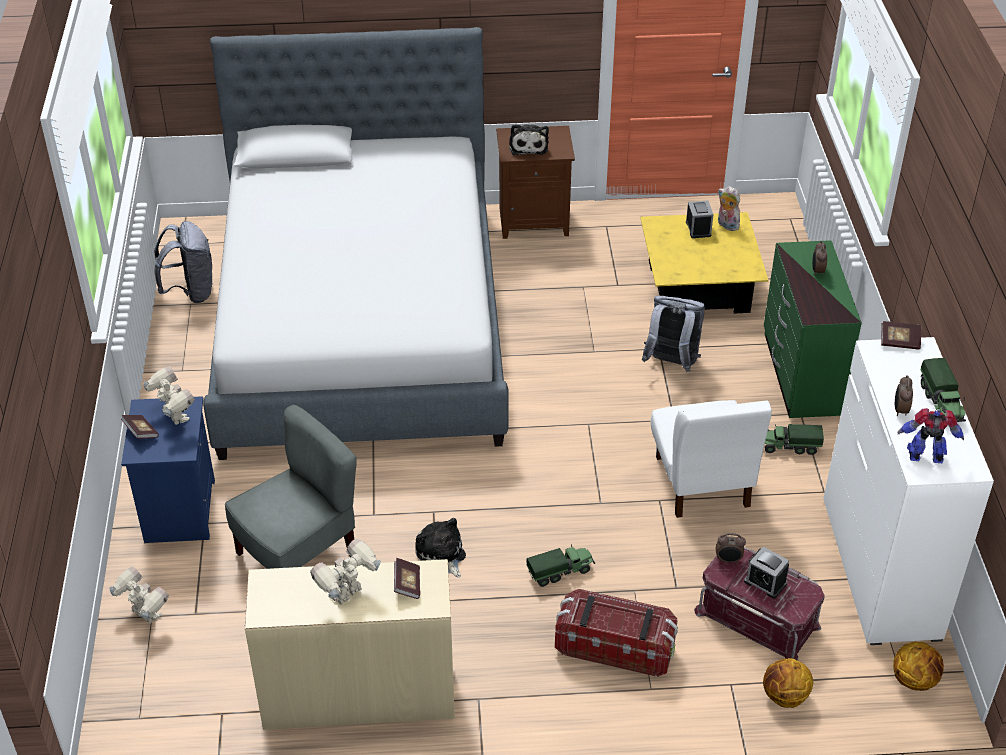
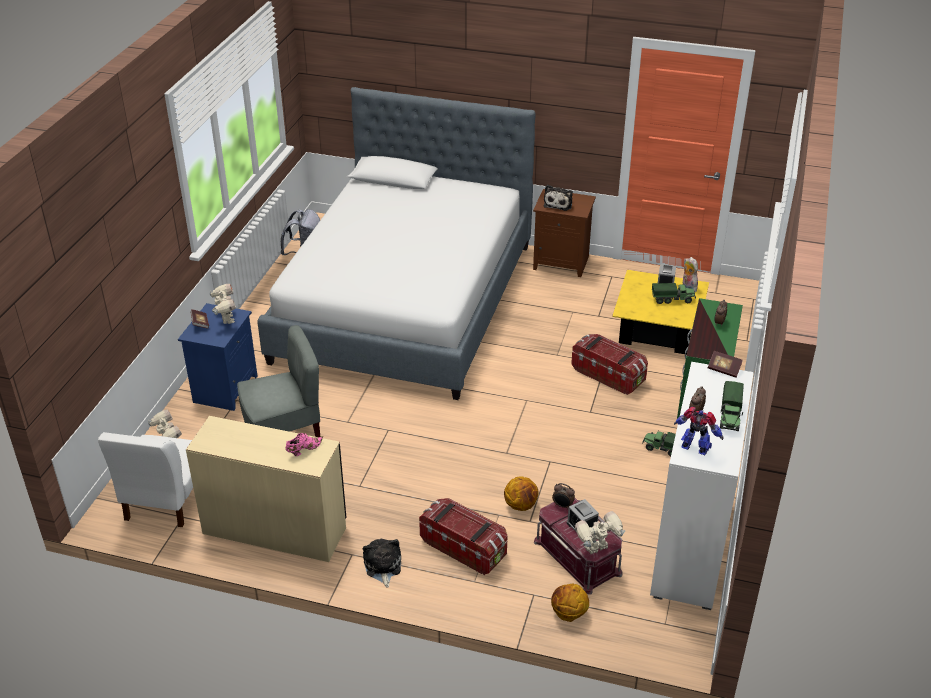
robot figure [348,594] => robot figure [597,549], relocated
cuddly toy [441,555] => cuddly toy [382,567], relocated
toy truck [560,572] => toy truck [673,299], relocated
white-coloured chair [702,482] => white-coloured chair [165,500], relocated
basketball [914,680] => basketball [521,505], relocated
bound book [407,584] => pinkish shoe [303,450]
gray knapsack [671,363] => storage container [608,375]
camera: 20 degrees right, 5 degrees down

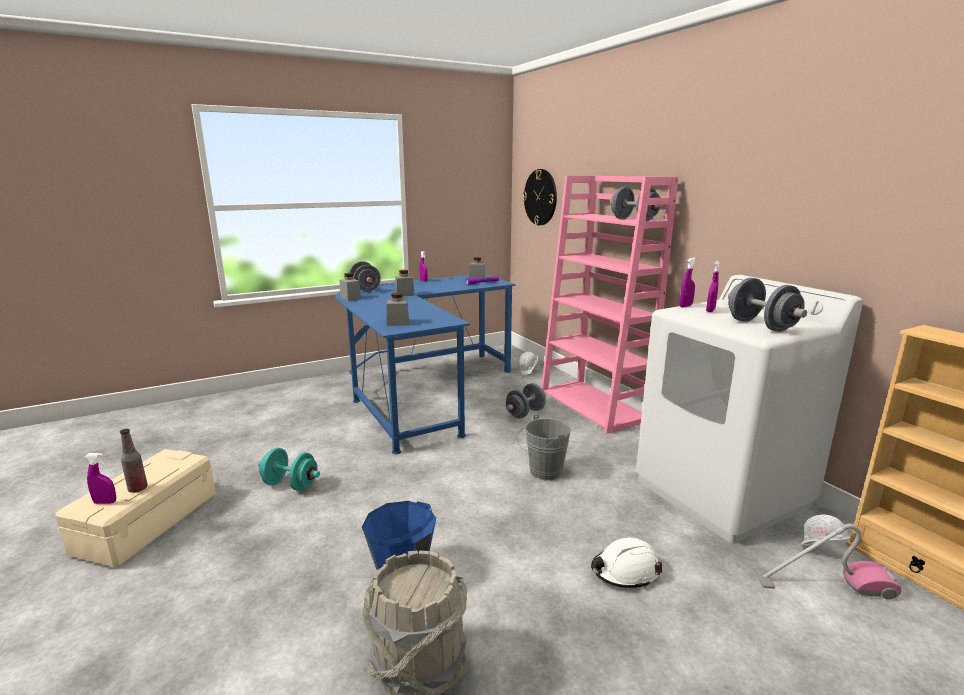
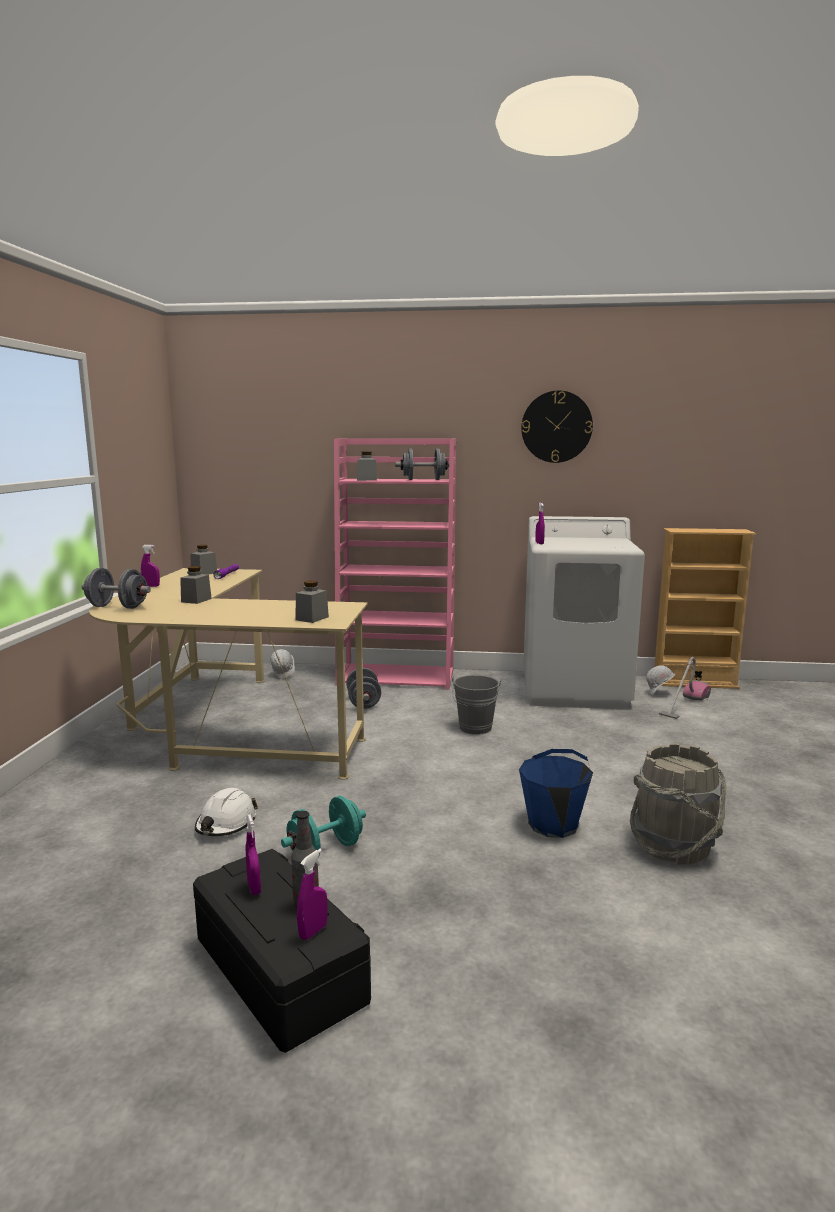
gray hand weight [761,326] => nothing
gray preserve jar [350,298] => gray preserve jar [367,480], relocated
wall clock [540,197] => wall clock [556,427], relocated
white-coloured work helmet [625,571] => white-coloured work helmet [226,824], relocated
purple-coloured spray bottle [710,310] => purple-coloured spray bottle [254,888], relocated
sand-coloured storage container [148,522] => blackish storage container [277,971]
blue desk table [421,391] => sand-coloured desk table [222,729]
camera: 55 degrees left, 5 degrees down

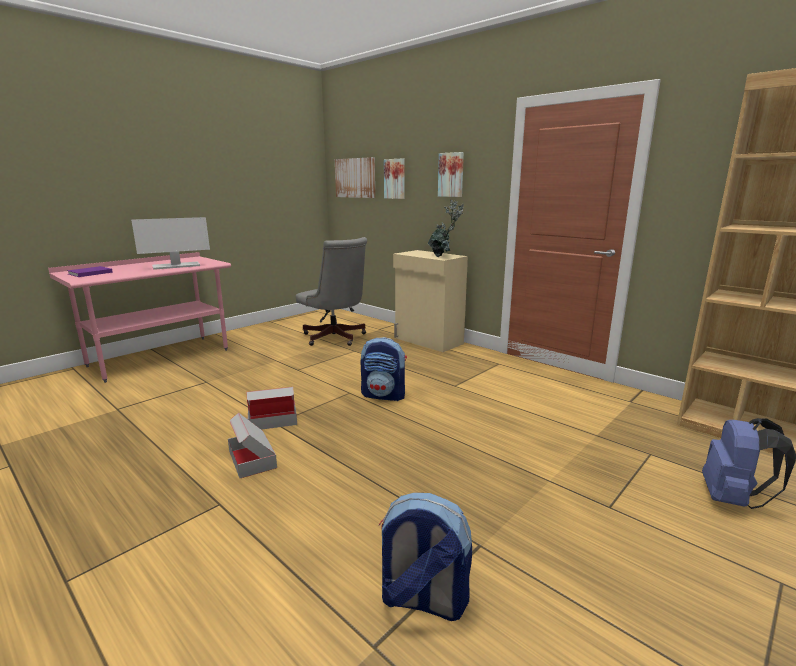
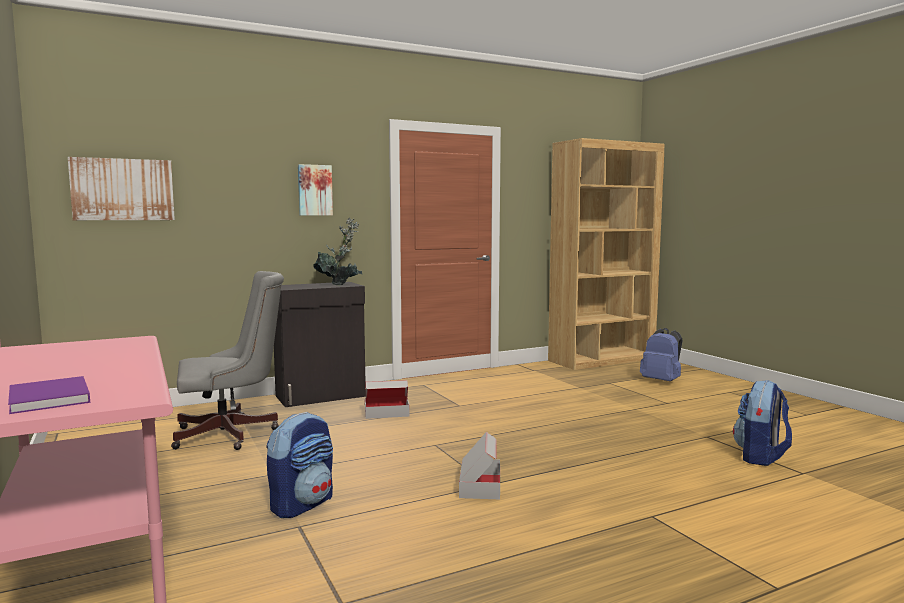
monitor [176,266] => nothing
picture [395,179] => nothing
carton [252,459] => carton [387,413], relocated
knapsack [384,395] => knapsack [302,504], relocated
sand-coloured storage cabinet [428,341] => blackish storage cabinet [321,396]
camera: 70 degrees left, 10 degrees down

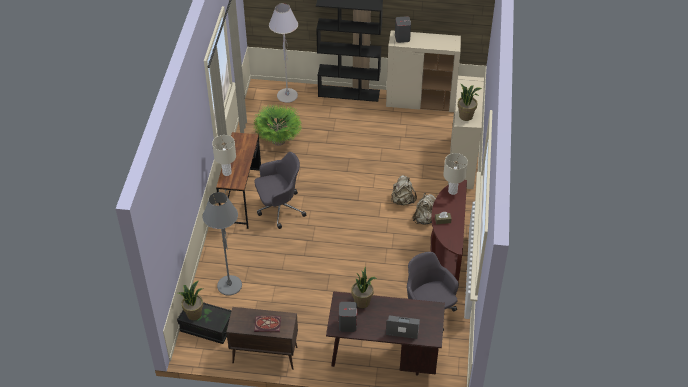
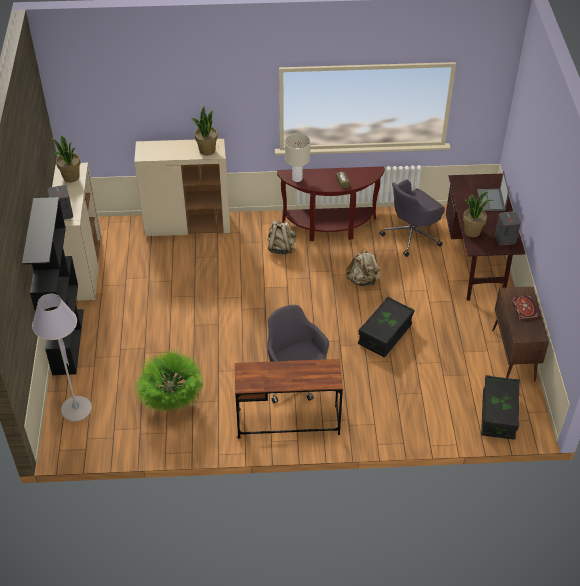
gray floor lamp [229,285] => nothing
sand-coloured lamp for a table [226,172] => nothing
nothing => blackish storage container [385,335]
houseplant [194,314] => houseplant [70,177], relocated
sand-coloured knapsack [402,200] => sand-coloured knapsack [363,280], relocated
camera: 100 degrees left, 0 degrees up

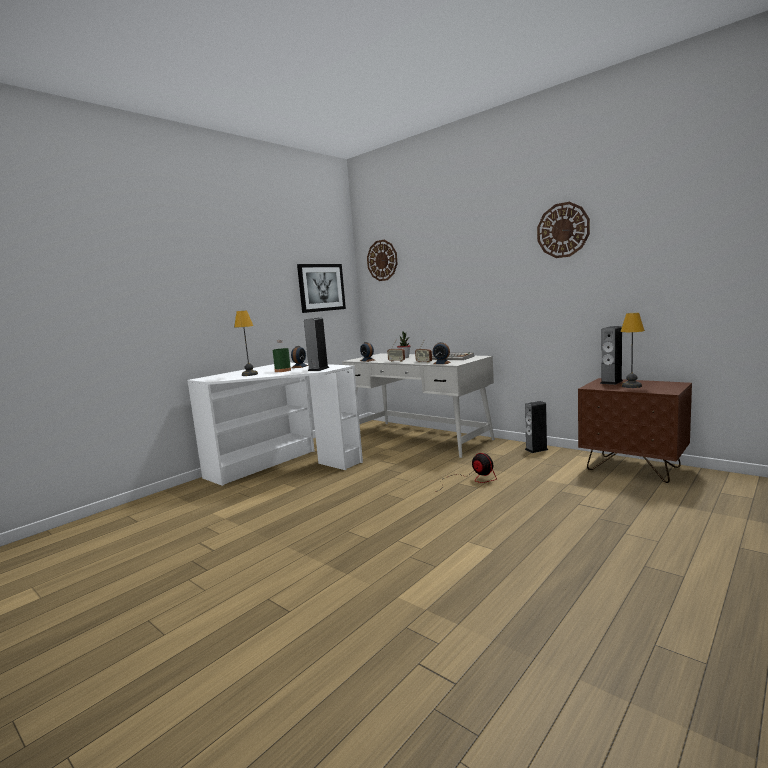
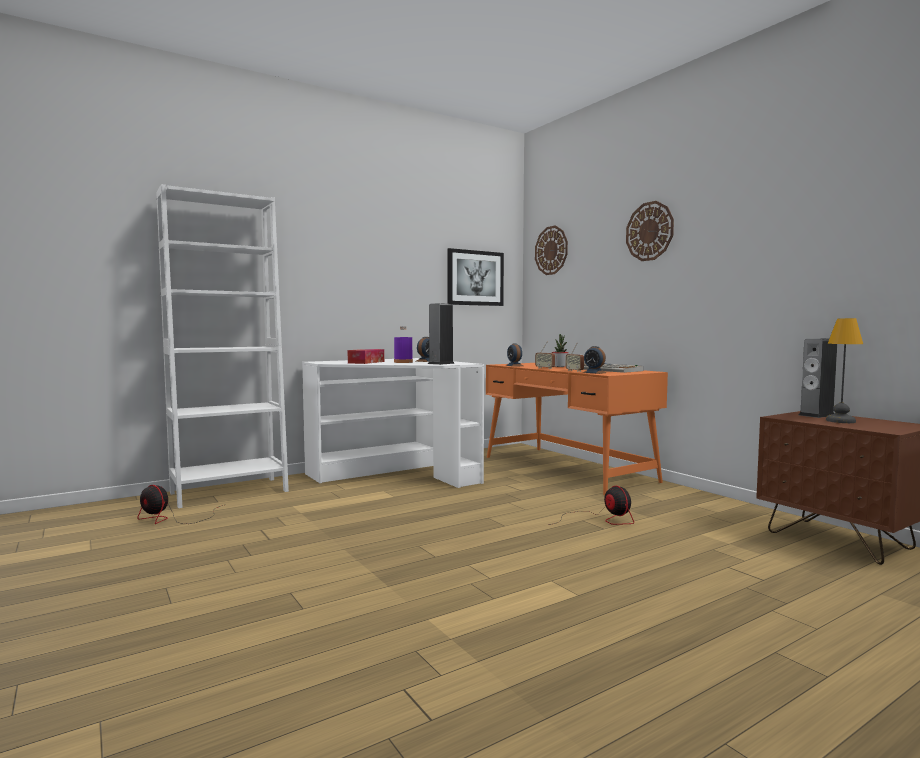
speaker [536,449] => nothing
nothing => electric fan [172,518]
nothing => white-coloured bookshelf [229,492]
wall clock [563,230] => wall clock [649,231], relocated
lamp for a table [250,374] => box of tissues [366,362]
greenish bottle [282,370] => purple-coloured bottle [403,362]
white-coloured desk table [418,438] => orangey desk table [566,469]
camera: 15 degrees right, 5 degrees down

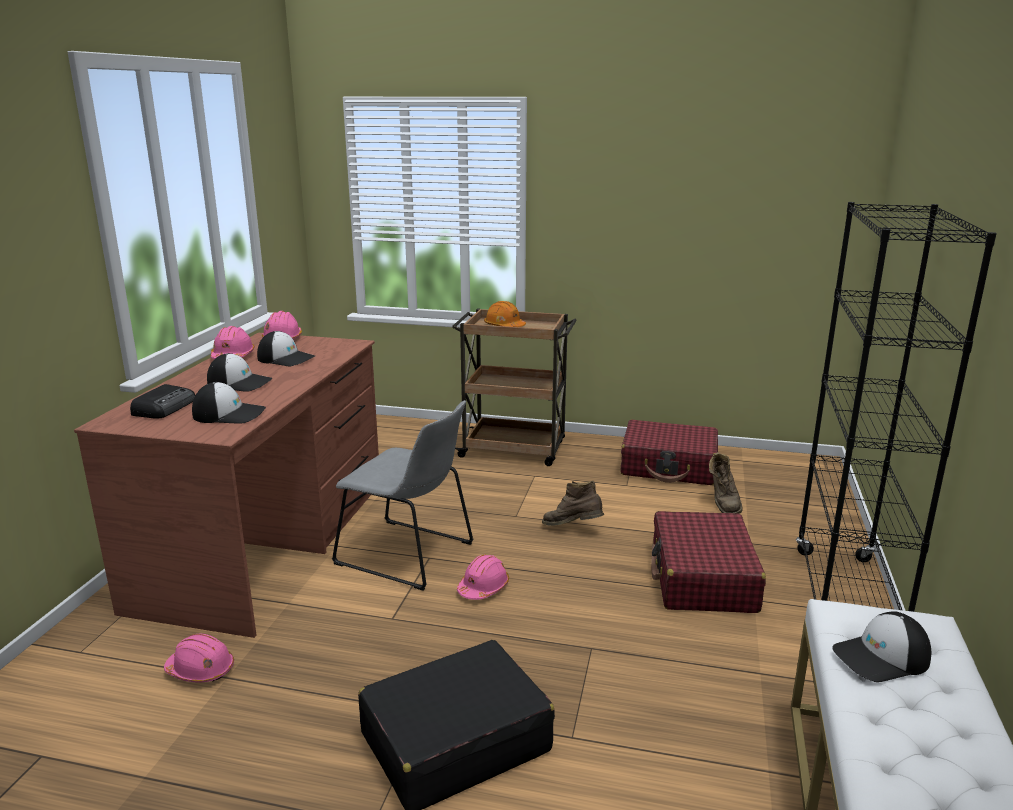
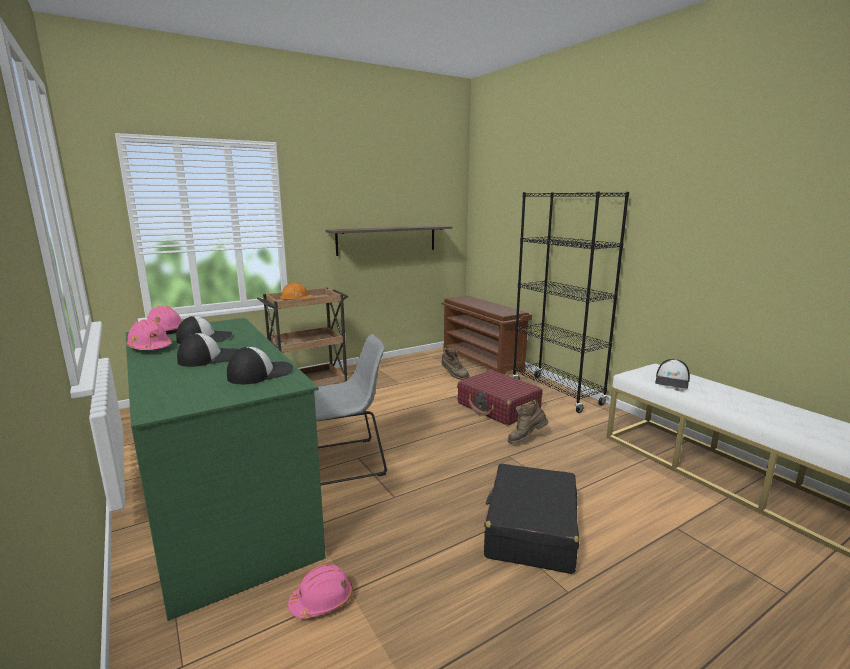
radio receiver [165,407] => nothing
pinkish work helmet [483,588] => nothing
red-coloured suitcase [669,466] => nothing
nothing => wall shelf [387,240]
nothing => brown-coloured shoe stand [482,361]
brown-coloured high-top boot [572,528] => brown-coloured high-top boot [526,439], relocated
brown-coloured desk table [267,542] => greenish desk table [225,503]
camera: 45 degrees left, 5 degrees down

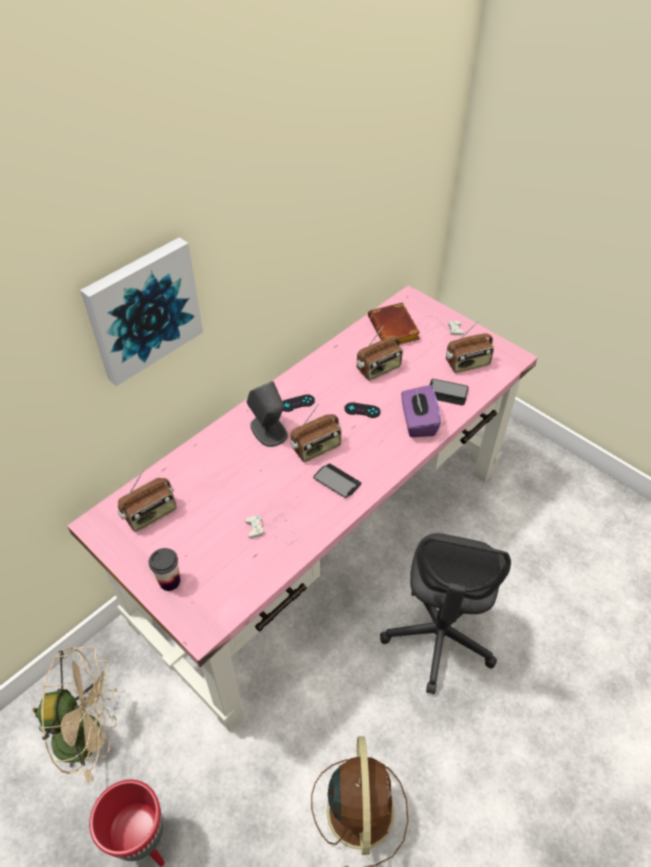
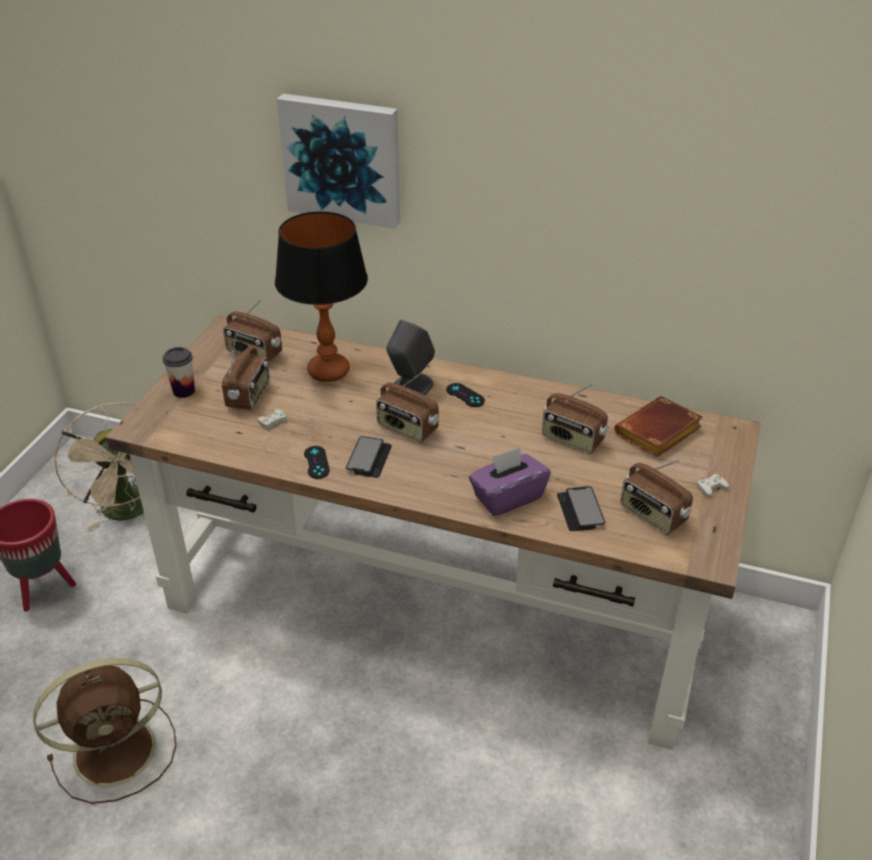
gray computer chair [439,638] => nothing
nothing => radio receiver [249,396]
nothing => lamp for a table [328,371]
blackish gamepad [362,410] => blackish gamepad [316,462], relocated
pinkish desk table [325,541] => brown-coloured desk table [438,601]
camera: 65 degrees right, 10 degrees down

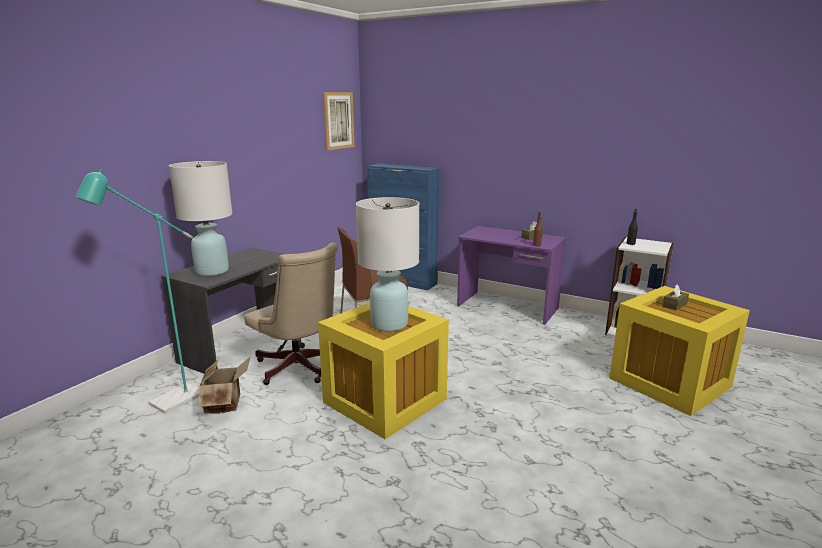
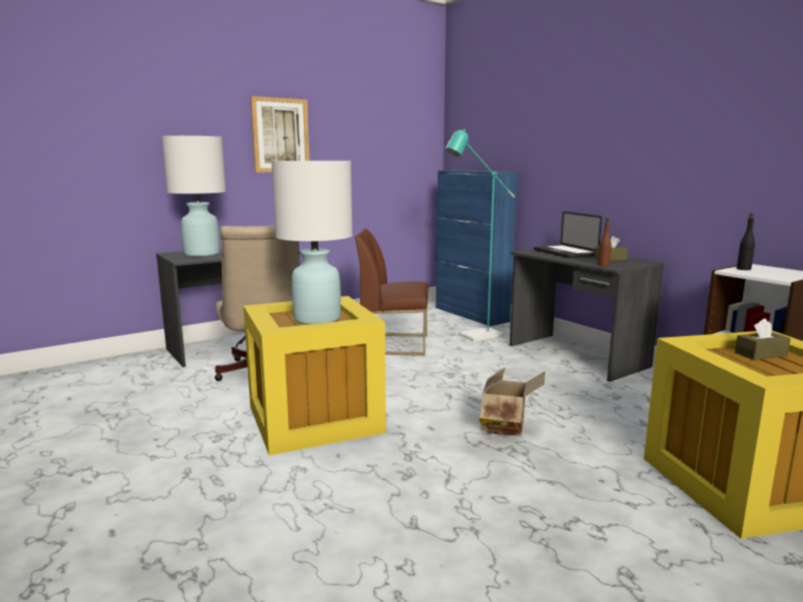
nothing => portable computer [564,252]
turquoise-coloured floor lamp [168,403] => turquoise-coloured floor lamp [474,337], relocated
carton [226,404] => carton [507,426], relocated
picture [338,120] => picture [280,135], relocated
purple-coloured desk table [507,307] => gray desk table [576,356]
camera: 25 degrees right, 5 degrees down

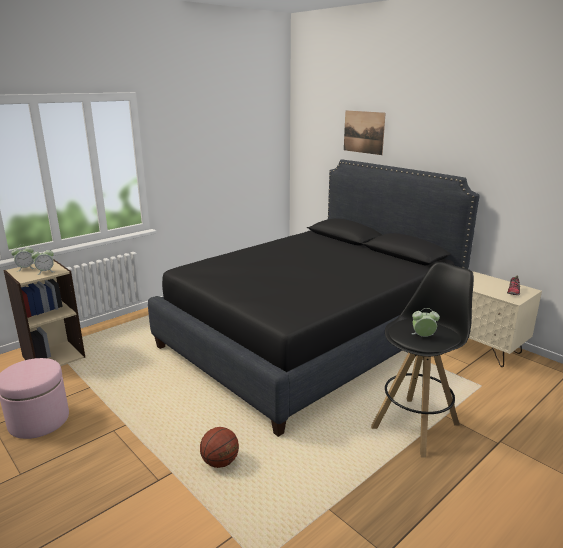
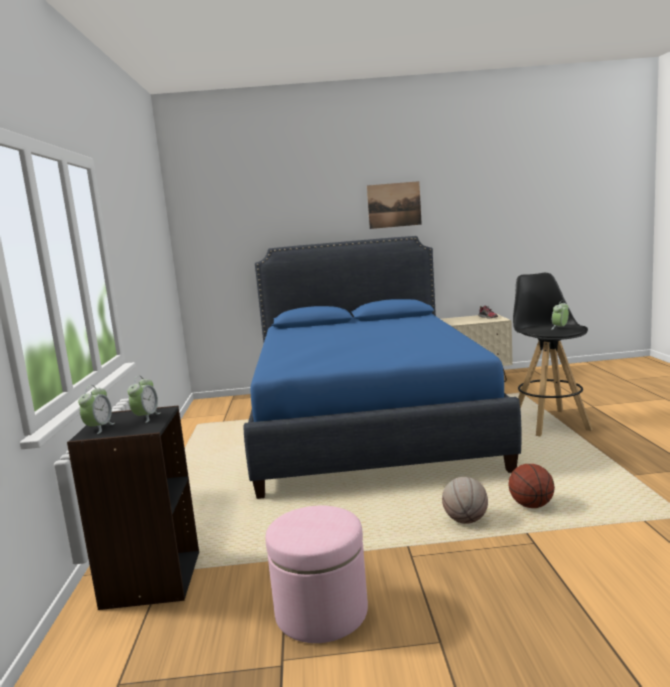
nothing => basketball [465,520]
picture [363,132] => picture [394,205], relocated
sand-coloured bookshelf [53,356] => blackish bookshelf [151,579]
blackish bedroom bed [312,337] => blue bedroom bed [367,424]
camera: 50 degrees left, 10 degrees down

